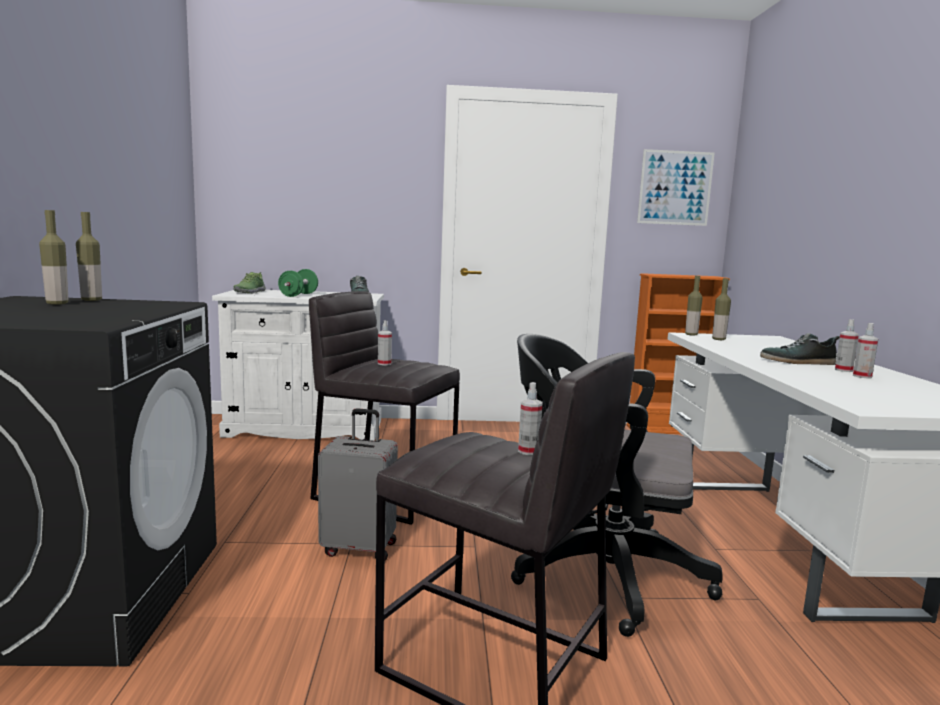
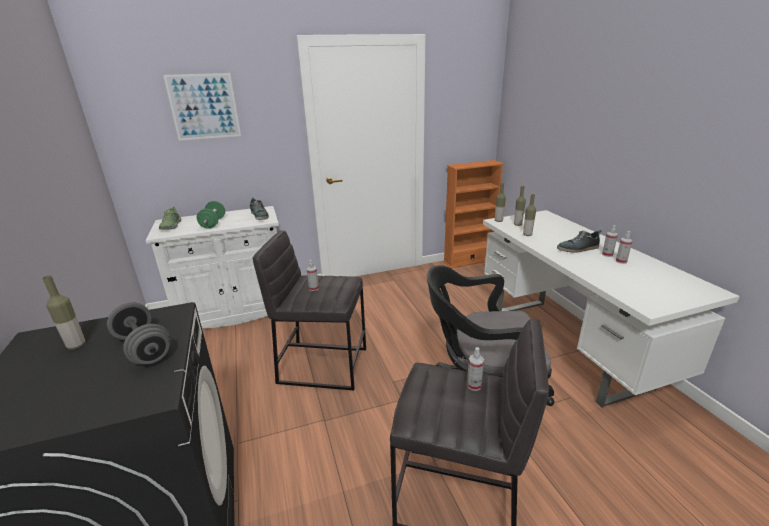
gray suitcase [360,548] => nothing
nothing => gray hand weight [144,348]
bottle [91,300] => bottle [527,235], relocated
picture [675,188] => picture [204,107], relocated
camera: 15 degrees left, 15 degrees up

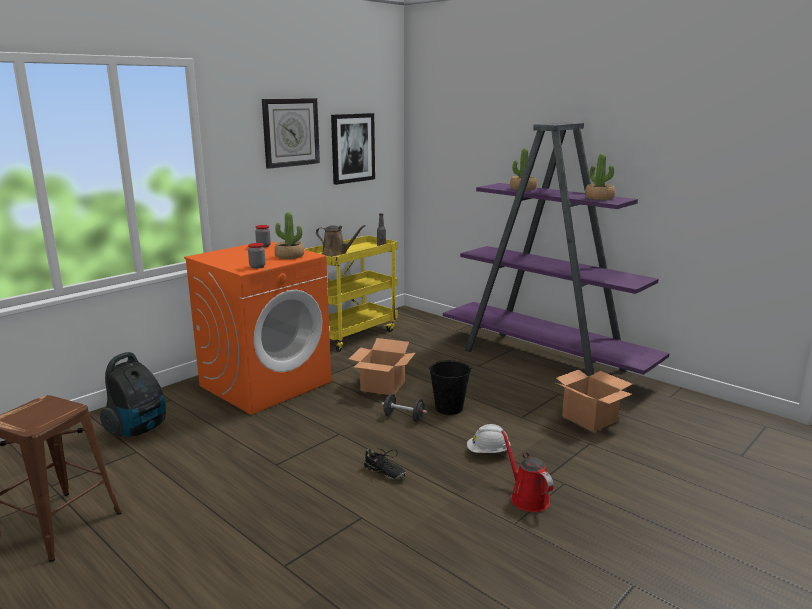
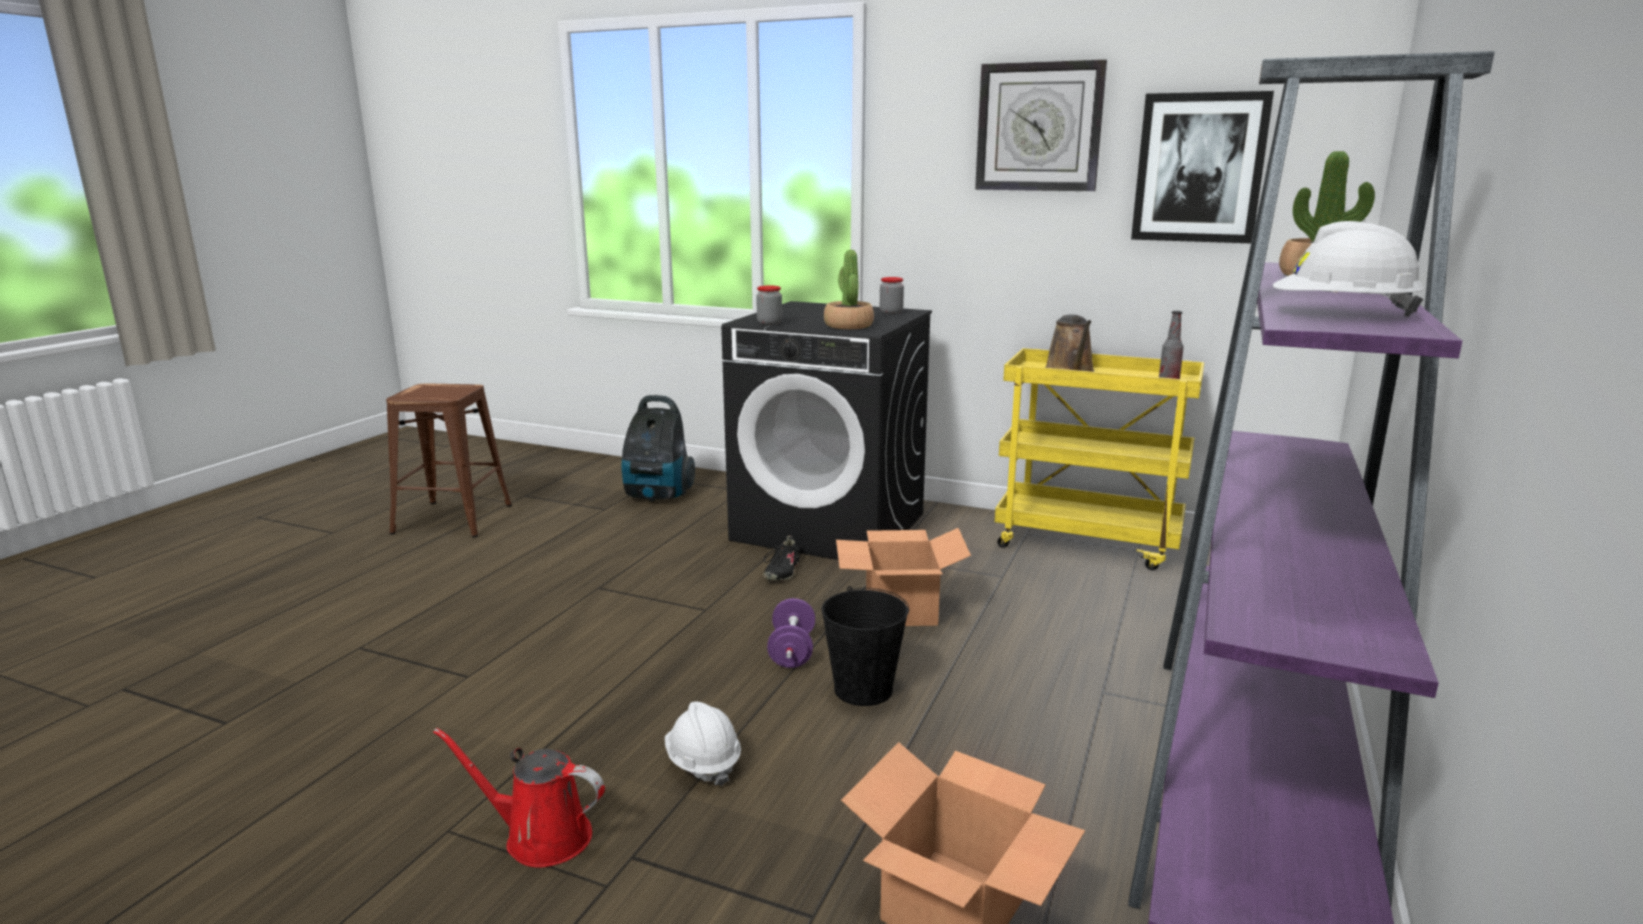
blackish shoe [384,472] => blackish shoe [781,571], relocated
houseplant [599,198] => white-coloured work helmet [1341,314]
orangey laundry appliance [266,383] => blackish laundry appliance [831,526]
blackish hand weight [404,418] => purple-coloured hand weight [792,651]
red-coloured watering pot [527,497] => red-coloured watering pot [540,836], 120 degrees counterclockwise
camera: 70 degrees right, 0 degrees up

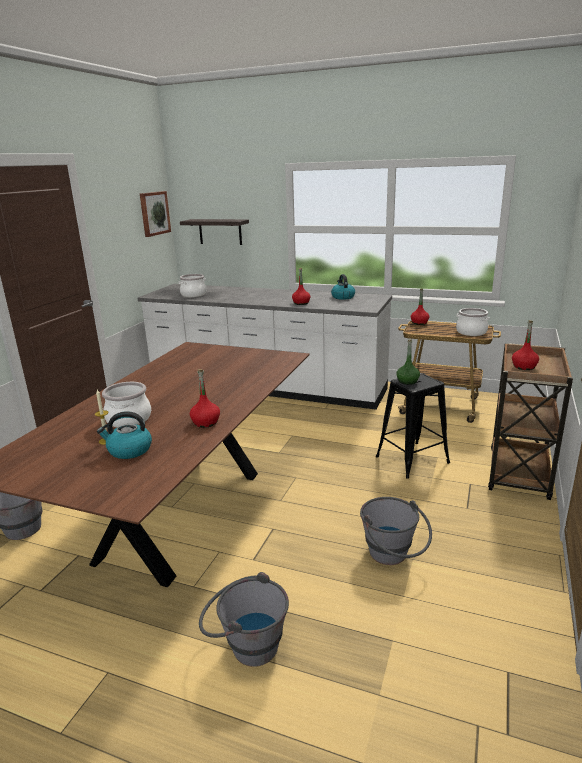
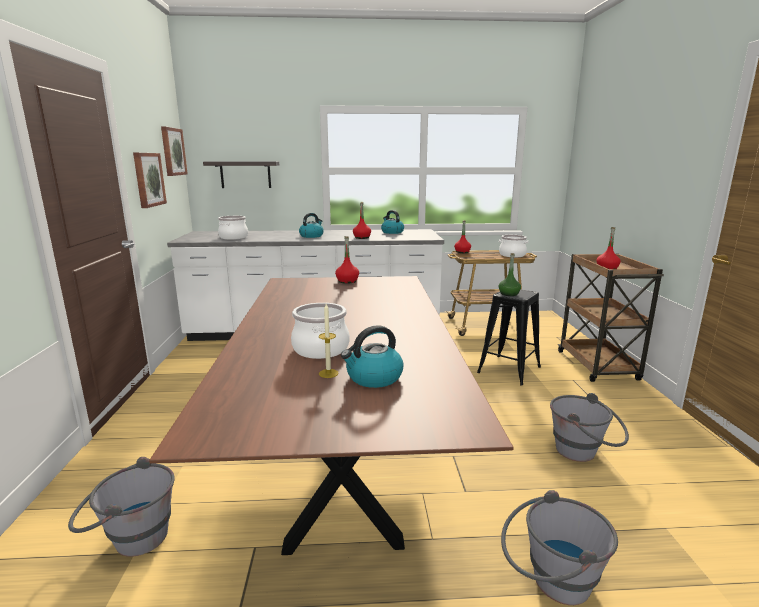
nothing => picture [148,179]
nothing => water kettle [311,236]
red-coloured bottle [205,422] => red-coloured bottle [347,281], relocated
camera: 25 degrees left, 5 degrees down

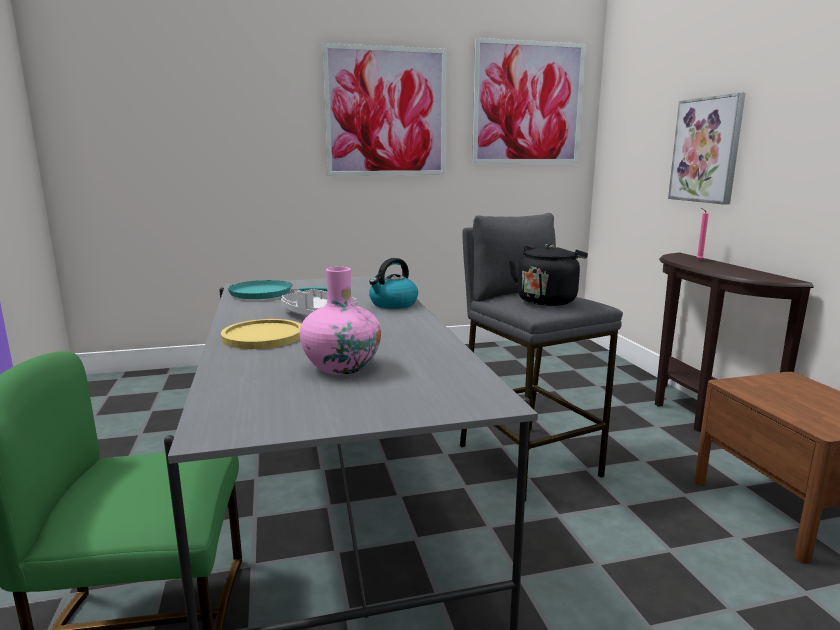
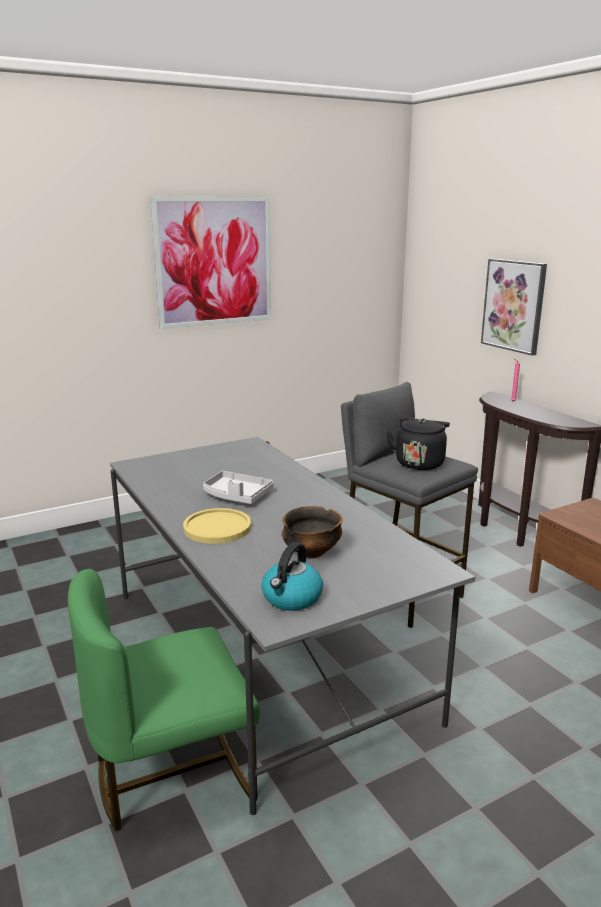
turquoise-coloured skillet [266,294] => nothing
picture [528,103] => nothing
water kettle [393,304] => water kettle [292,598], relocated
pinkish vase [342,367] => serving bowl [311,552]
camera: 15 degrees left, 5 degrees up

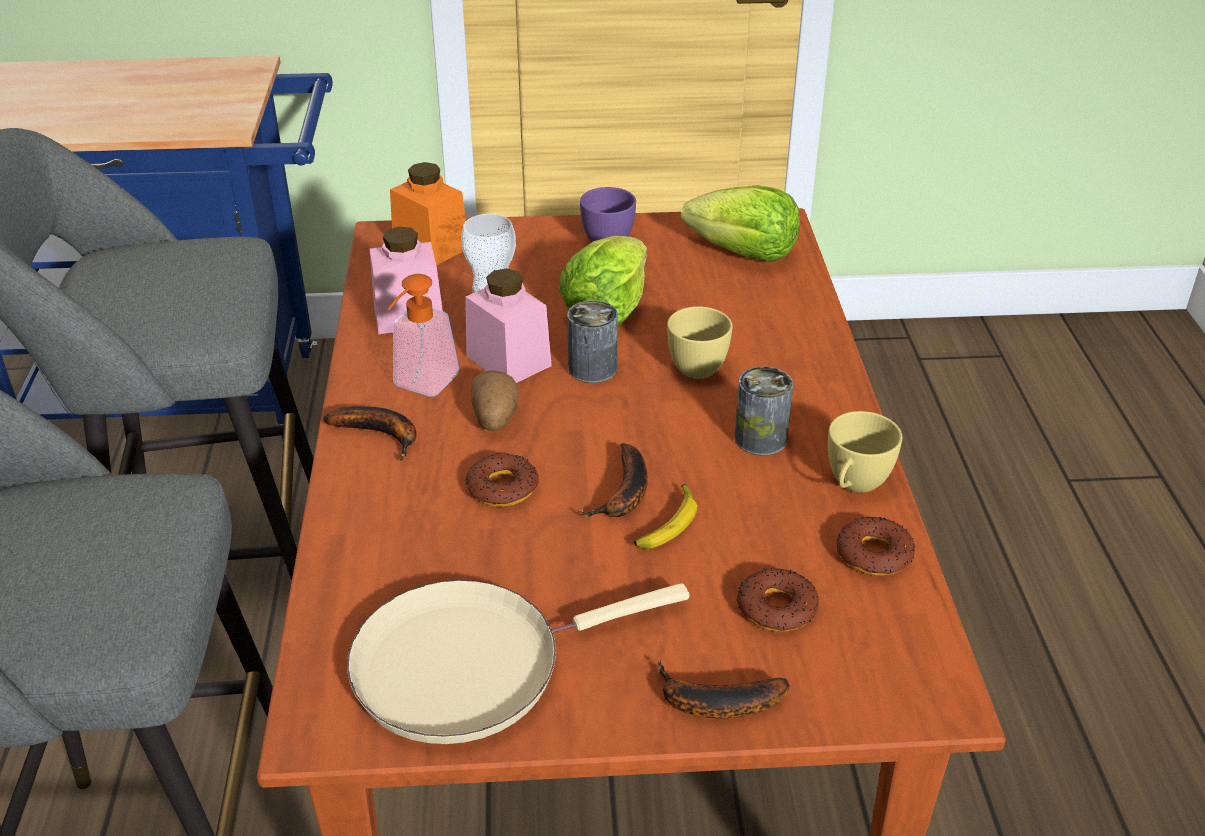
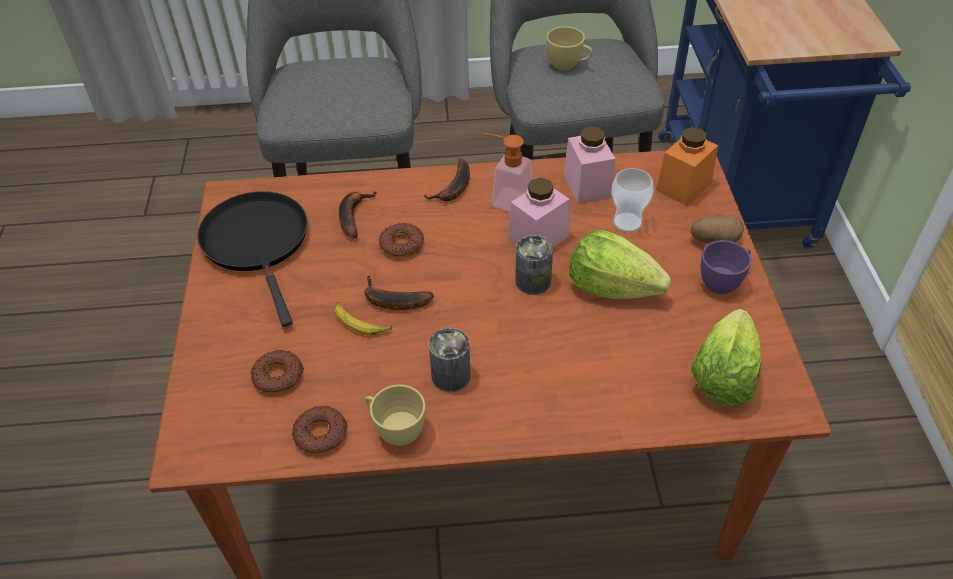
spud [494,418] => spud [714,240], relocated
whole banana [713,703] => whole banana [352,215], relocated
yellow small cup [700,364] => yellow small cup [568,65], relocated
sand-coloured skillet [470,664] => blackish skillet [258,242]
camera: 90 degrees right, 10 degrees up

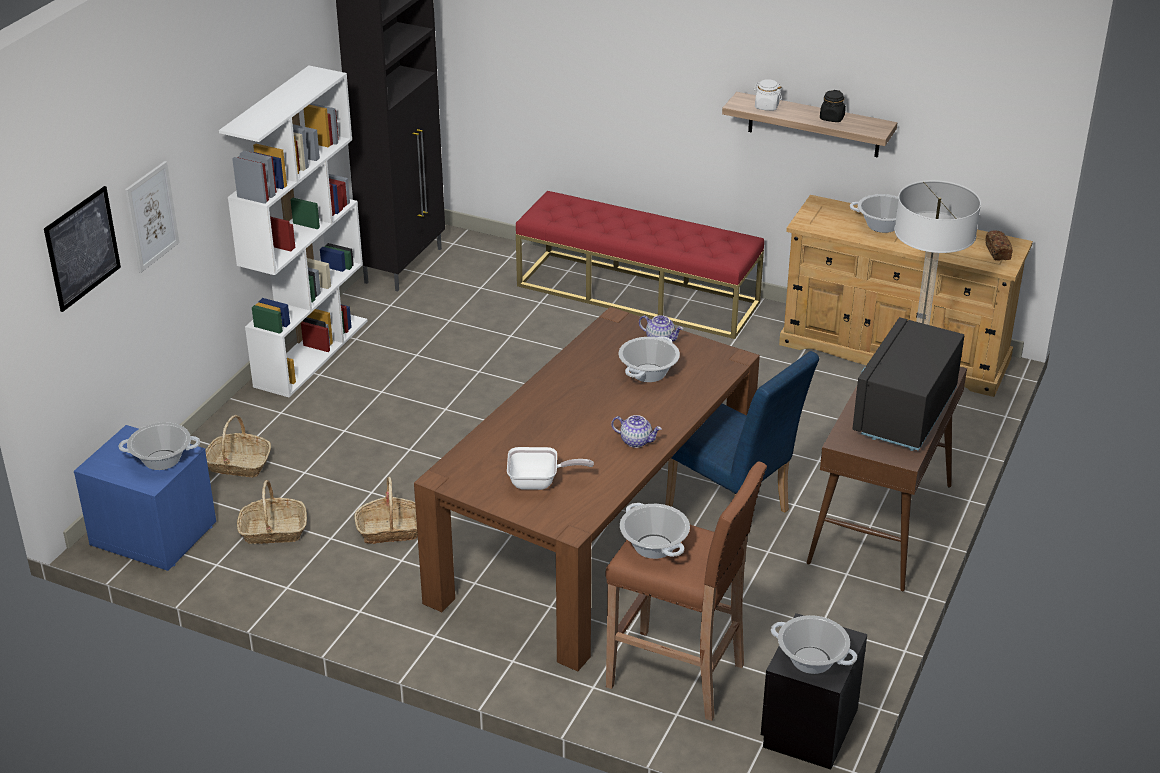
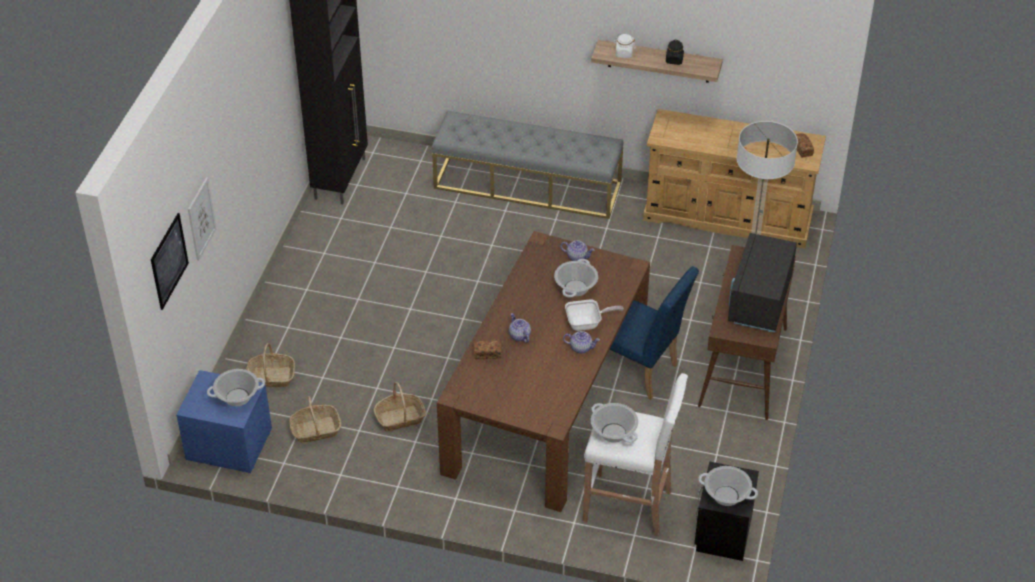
white-coloured bookshelf [311,352] => nothing
stockpot [882,225] => nothing
nothing => bread [487,354]
nothing => tea pot [519,336]
skillet [539,482] => skillet [587,323], relocated
red-coloured bench [638,294] => gray bench [528,185]
brown-coloured stool seat [678,676] => white-coloured stool seat [629,506]
camera: 10 degrees left, 10 degrees up

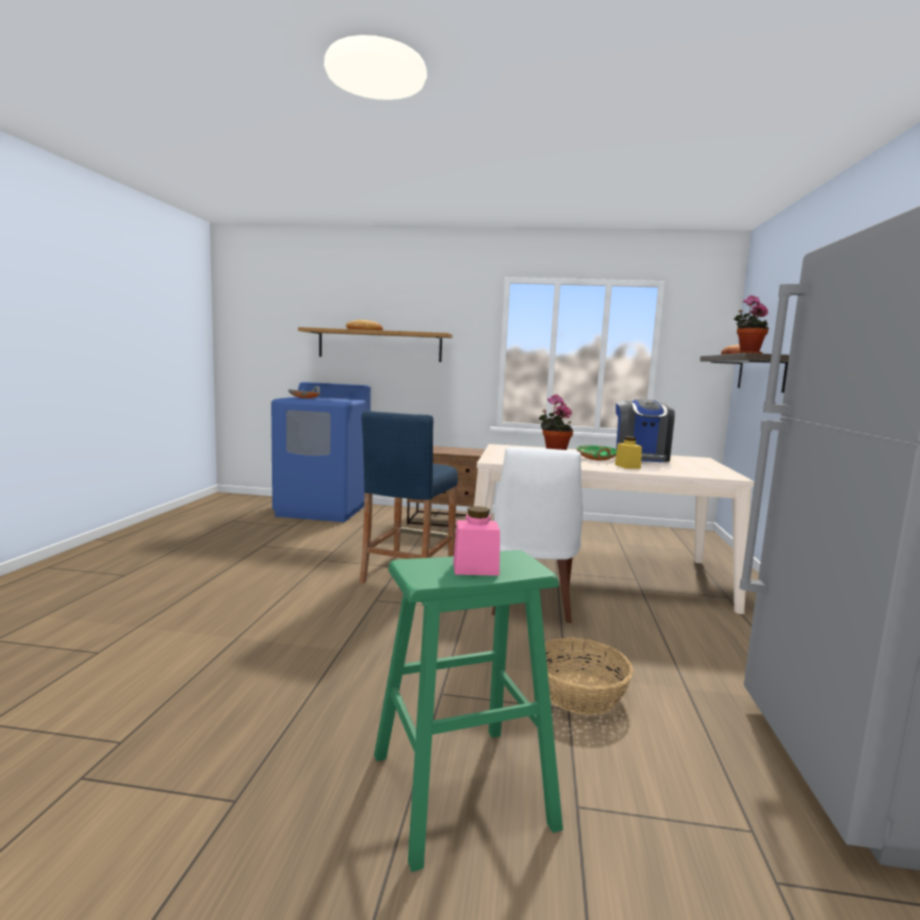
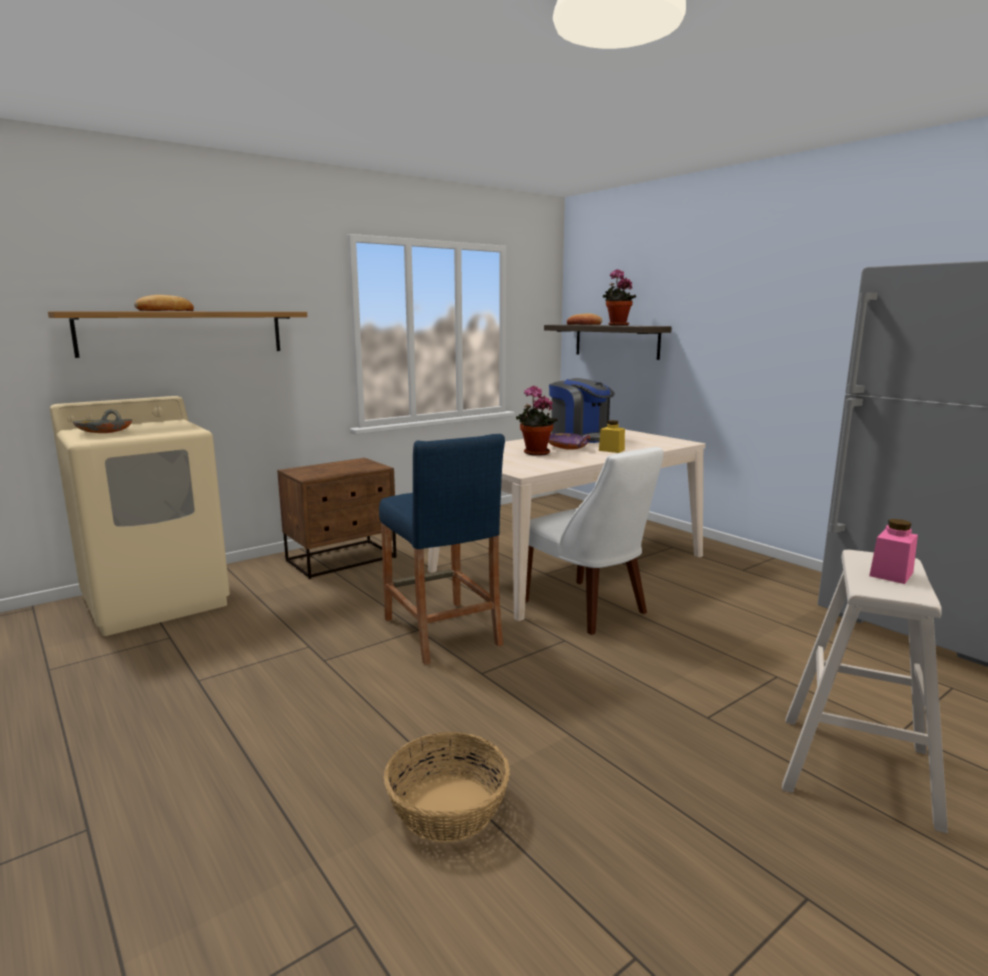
storage basket [578,693] => storage basket [446,808], relocated
blue laundry appliance [323,510] => sand-coloured laundry appliance [156,600]
greenish stool seat [460,790] => sand-coloured stool seat [856,769]
greenish serving bowl [596,459] => purple-coloured serving bowl [567,448]
camera: 45 degrees left, 5 degrees up

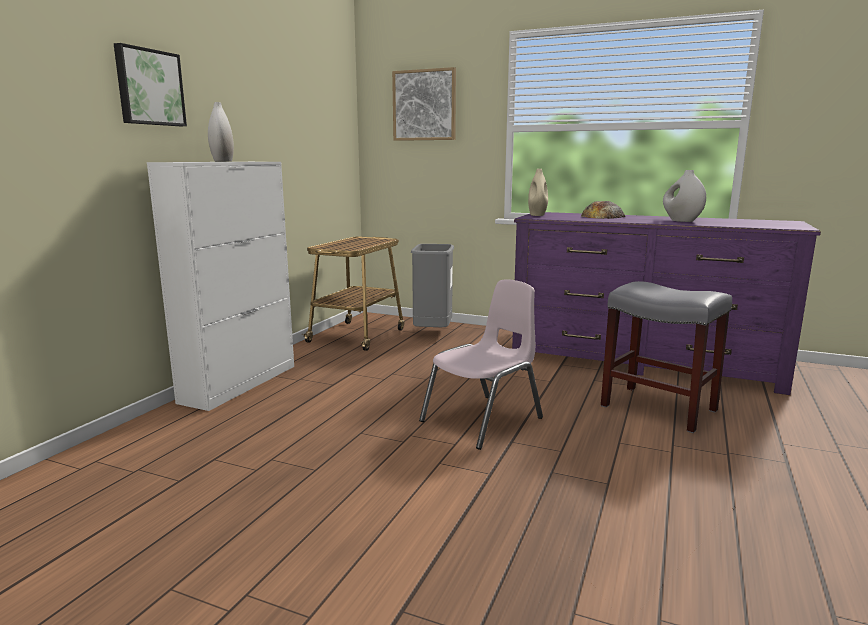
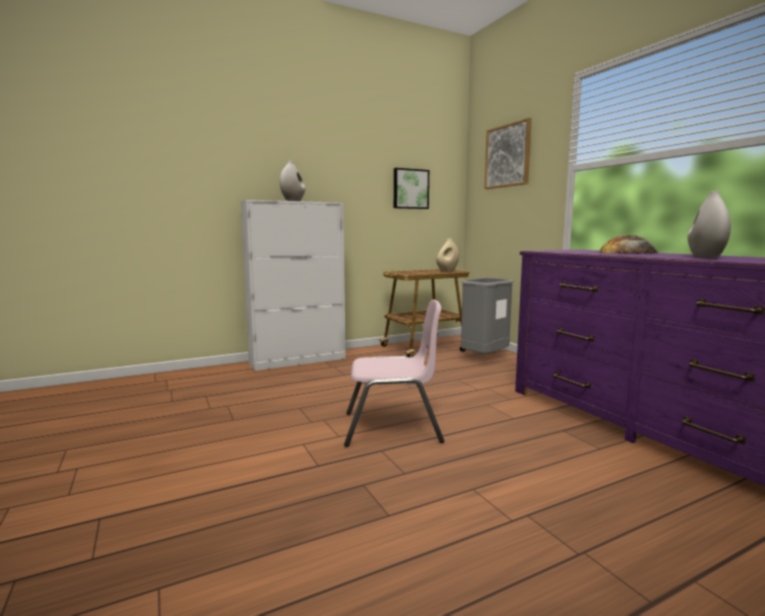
gray stool seat [659,408] => nothing
picture [149,87] => picture [410,189], relocated
sand-coloured vase [537,215] => sand-coloured vase [447,271], relocated
camera: 40 degrees right, 5 degrees down

